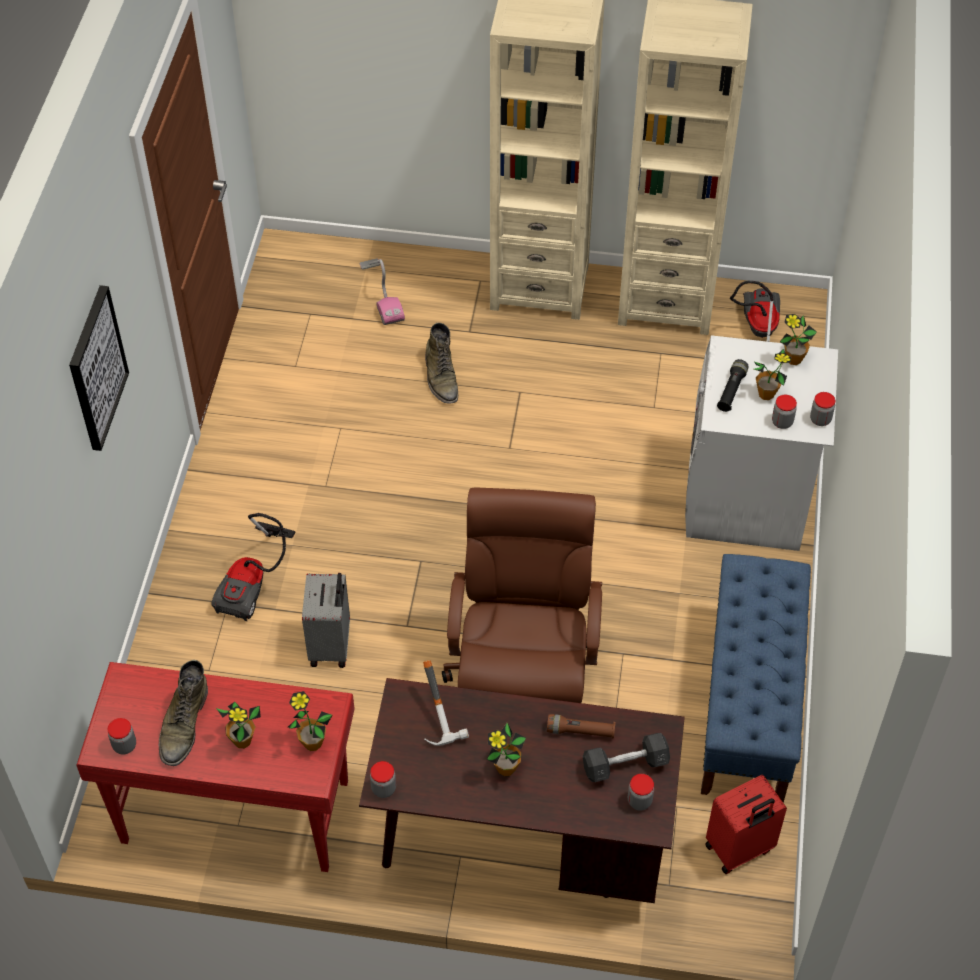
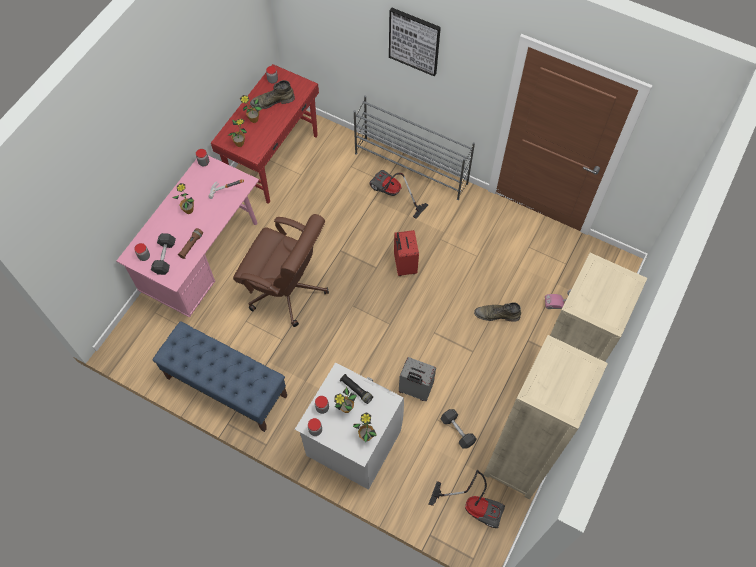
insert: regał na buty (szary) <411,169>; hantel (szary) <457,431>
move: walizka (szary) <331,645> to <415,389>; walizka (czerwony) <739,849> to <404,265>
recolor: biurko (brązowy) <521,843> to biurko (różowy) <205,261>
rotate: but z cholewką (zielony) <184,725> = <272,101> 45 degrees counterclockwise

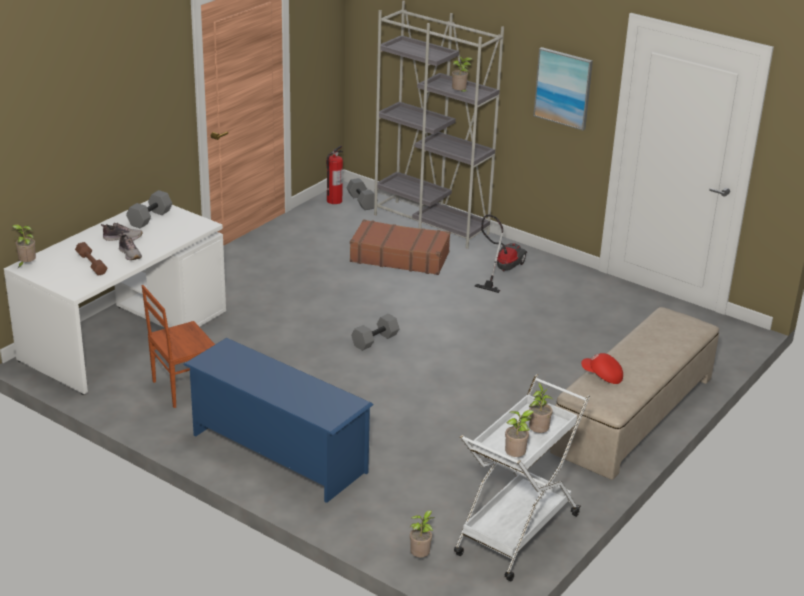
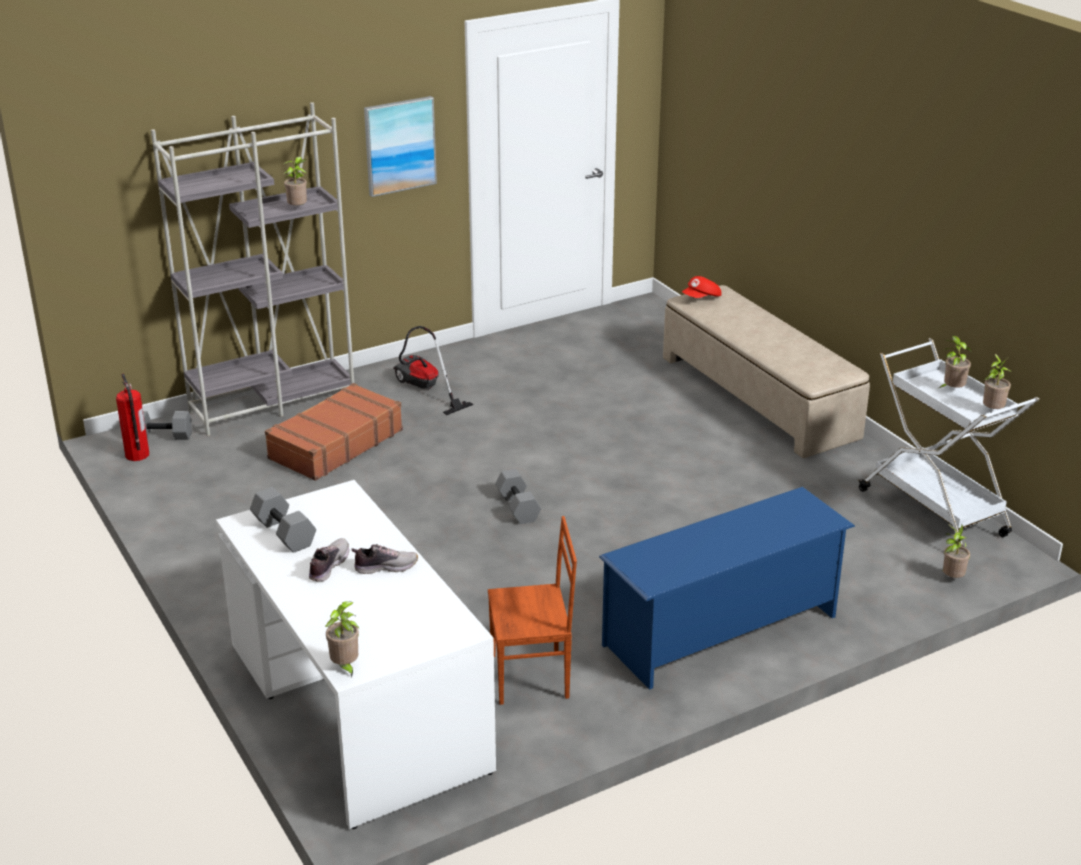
delete: hantel (brązowy) <91,263>
move: czapka z daszkiem (czerwony) <602,376> to <701,298>
rotate: krzesło (brązowy) <183,388> = <531,677> 90 degrees counterclockwise

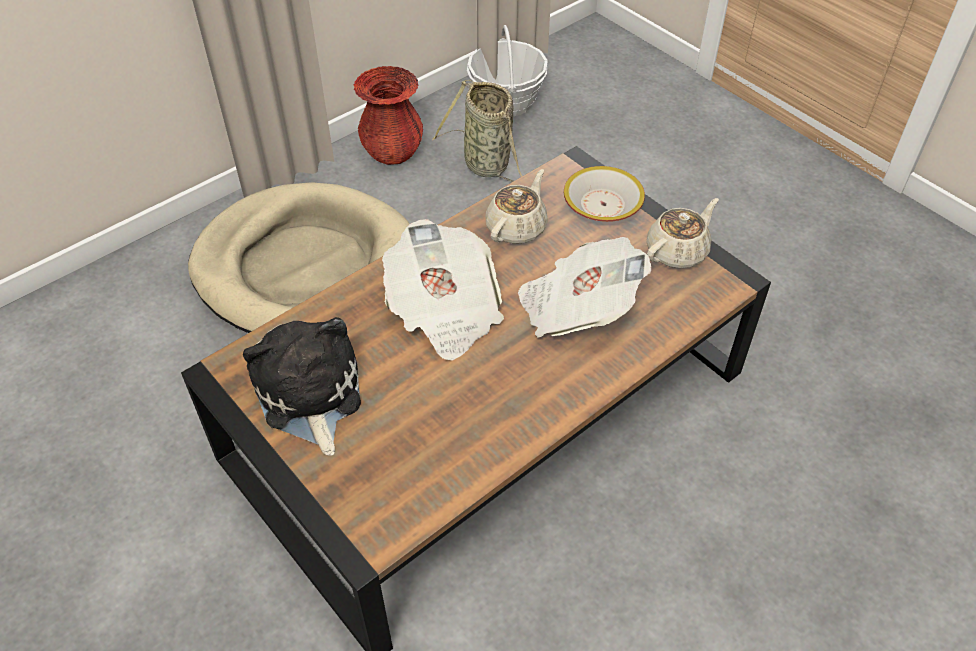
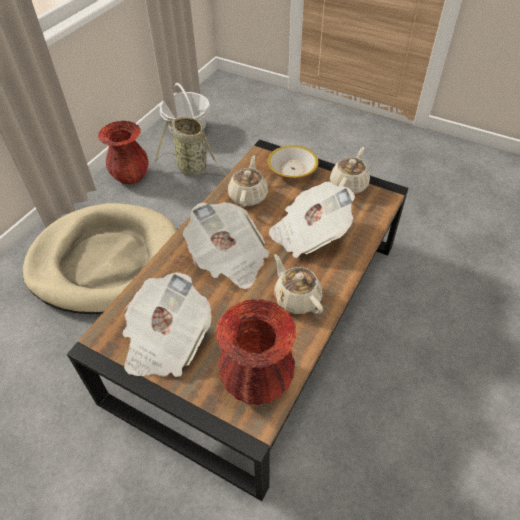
insert: wazon (czerwony) <257,381>; imbryk (beżowy) <296,298>
replace: pluszak <309,396> to gazeta <165,341>

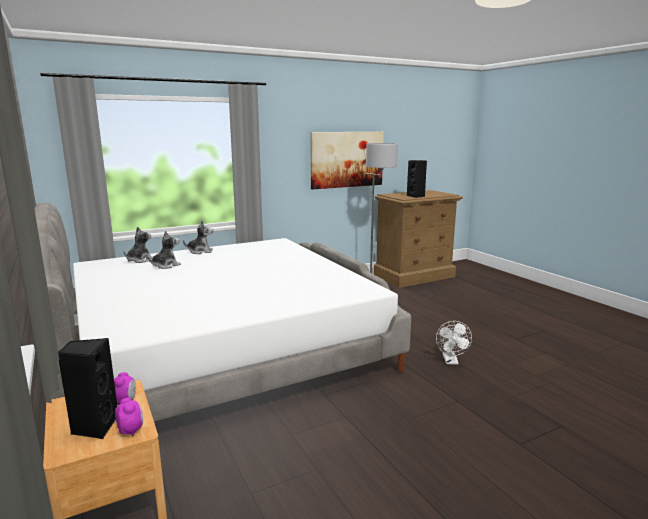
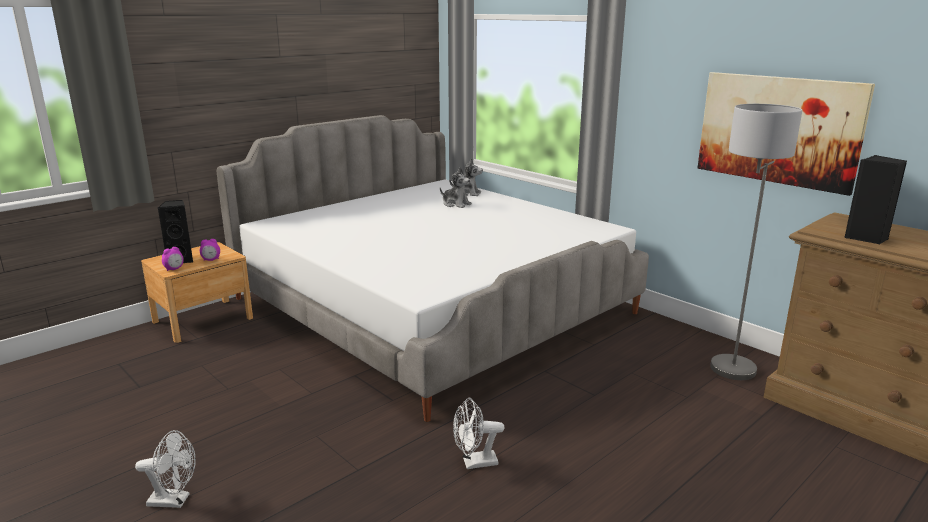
delete: pluszak <200,251>
insert: wentylator (biały) <175,500>

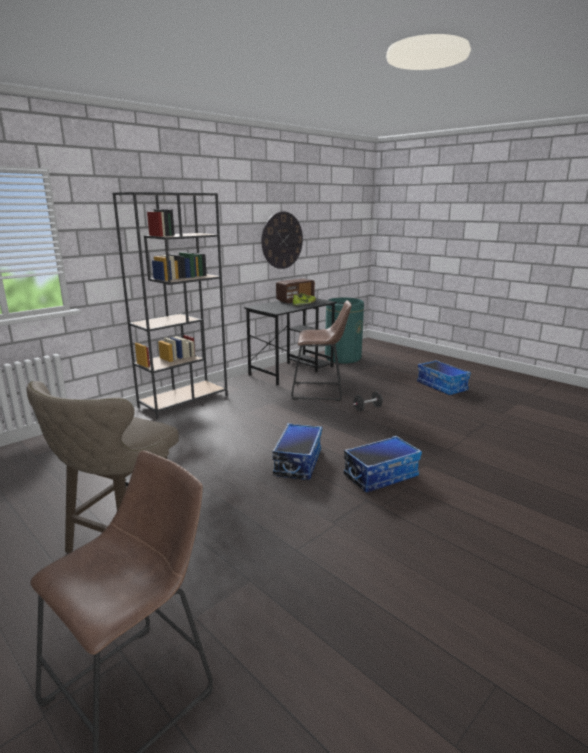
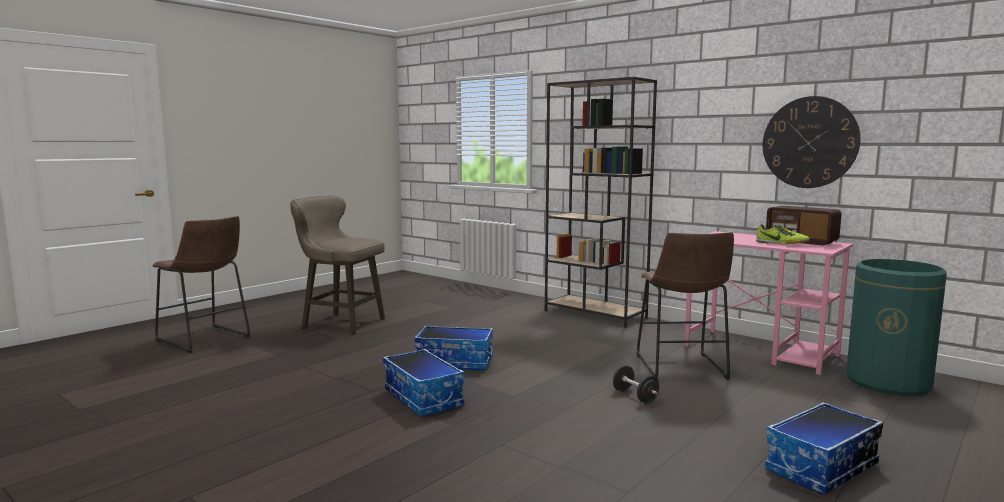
recolor: biurko (czarny) <292,370> to biurko (różowy) <761,351>

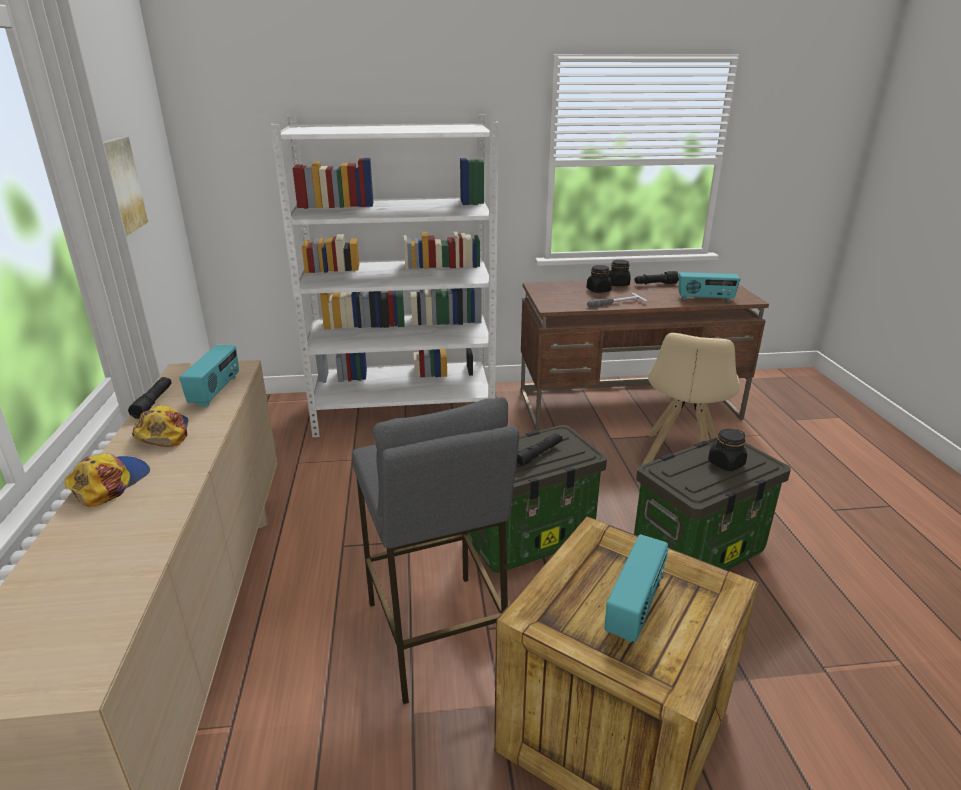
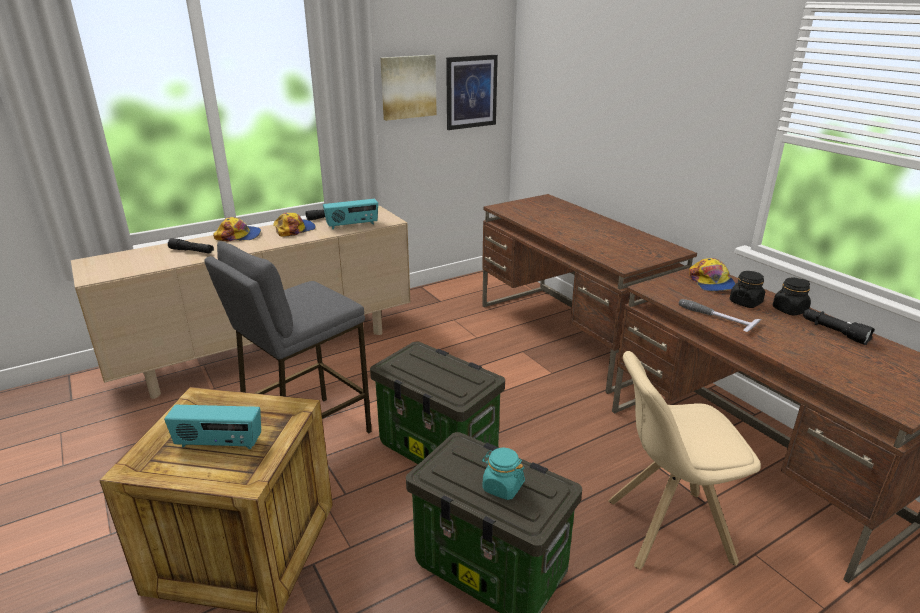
delete: radio <705,299>
insert: obraz <471,92>; czapka z daszkiem <711,282>
move: latarka (czarny) <538,454> to <192,251>
replace: regał (biały) <404,410> to biurko (brązowy) <570,334>
recolor: słoik (czarny) <726,463> to słoik (turkusowy) <502,487>

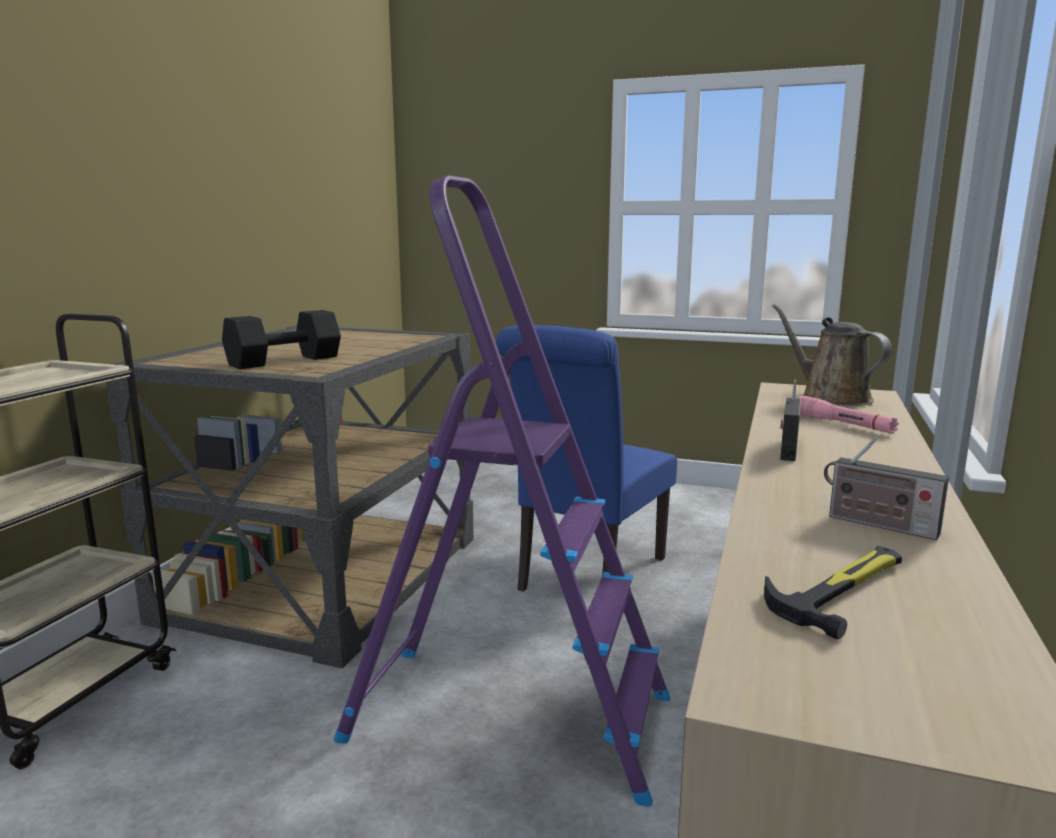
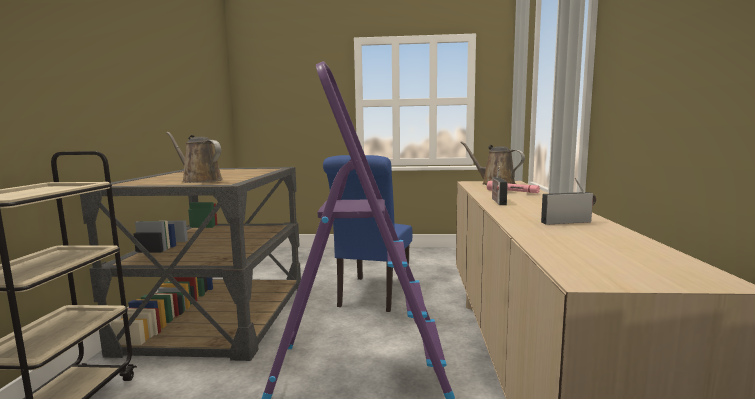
delete: młotek <841,589>
replace: hantel (czarny) <284,361> to konewka (brązowy) <199,180>
rotate: radio <876,524> = <568,222> 150 degrees clockwise

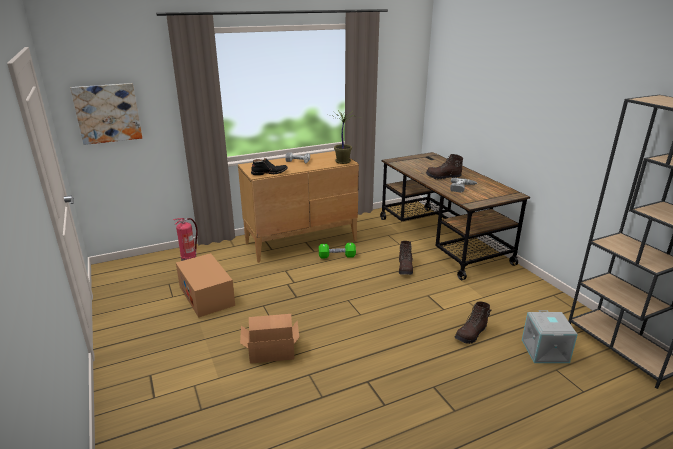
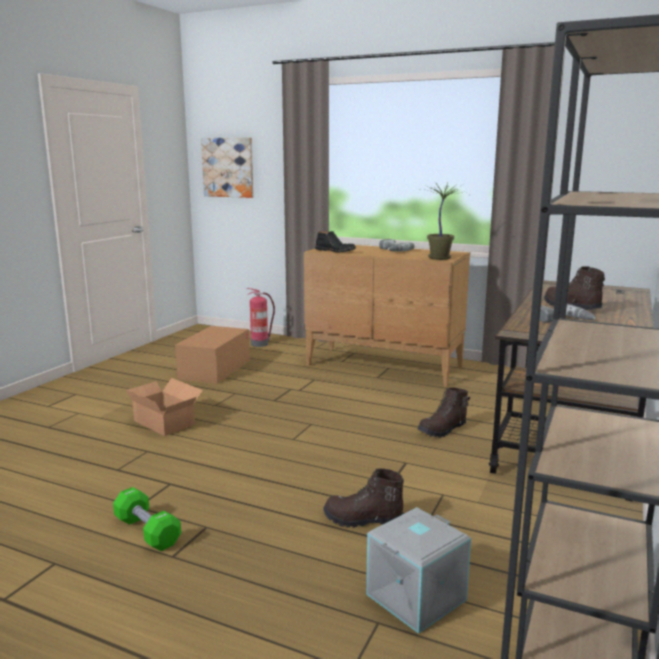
move: hantel (zielony) <337,256> to <147,531>

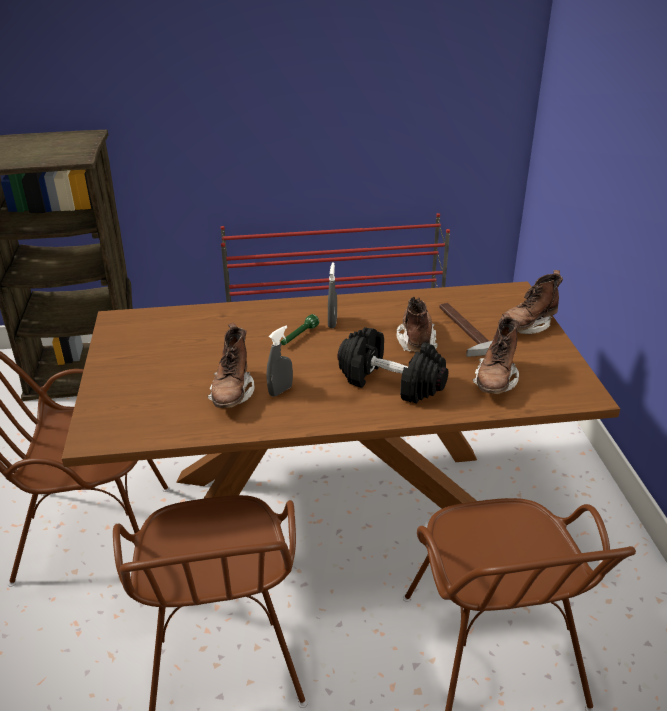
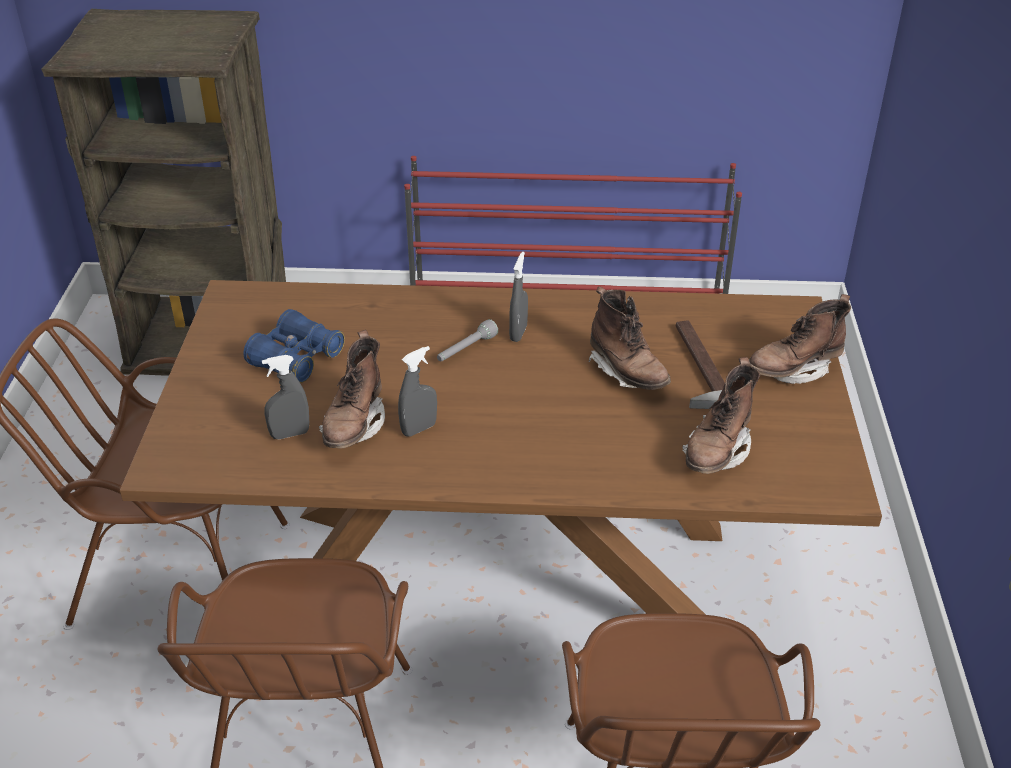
delete: hantel (czarny) <391,382>
insert: lornetka (niebieski) <296,359>; spryskiwacz (szary) <290,434>
recolor: latarka (zielony) <299,336> to latarka (szary) <466,349>
rotate: but z cholewką (brązowy) <416,339> = <627,372> 135 degrees clockwise

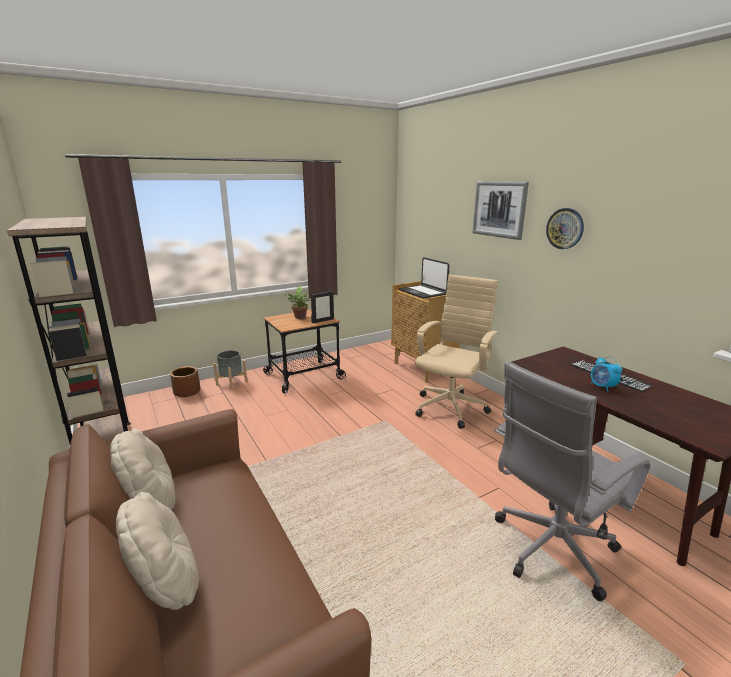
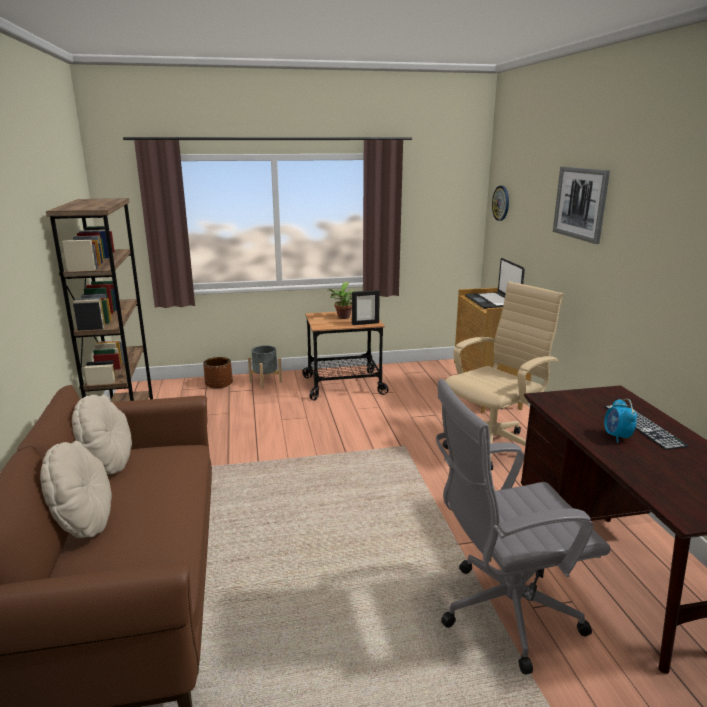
move: zegar ścienny <565,228> to <501,203>

